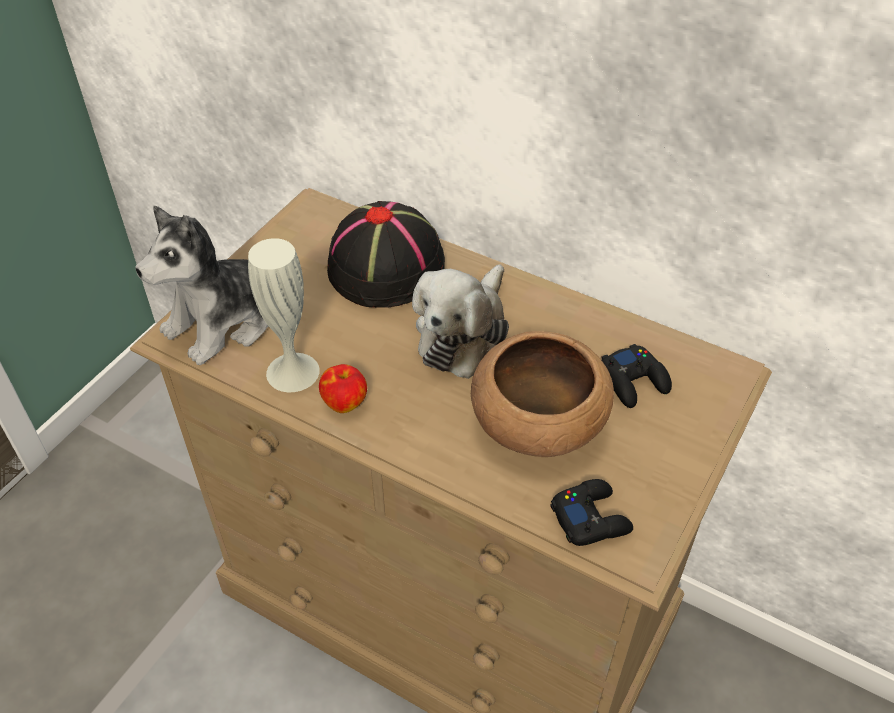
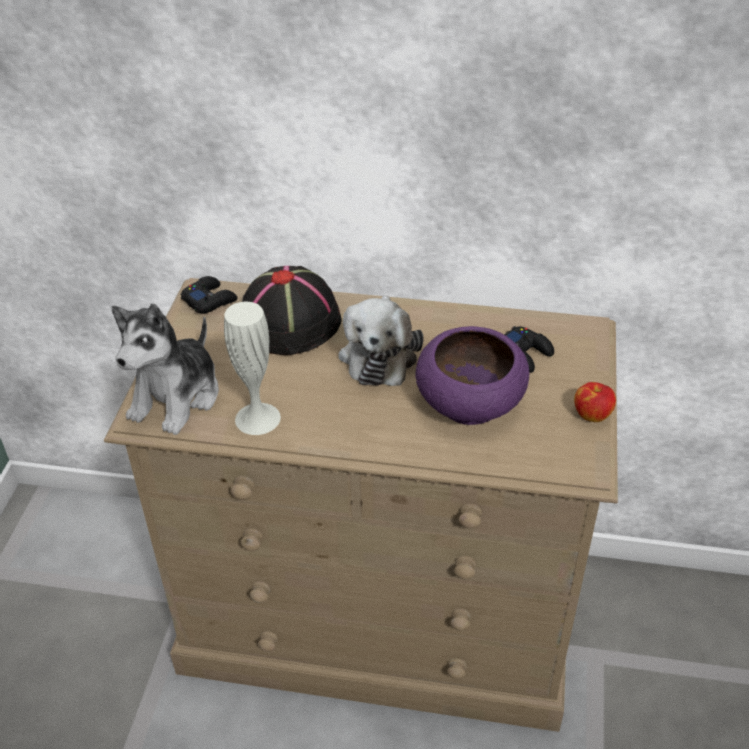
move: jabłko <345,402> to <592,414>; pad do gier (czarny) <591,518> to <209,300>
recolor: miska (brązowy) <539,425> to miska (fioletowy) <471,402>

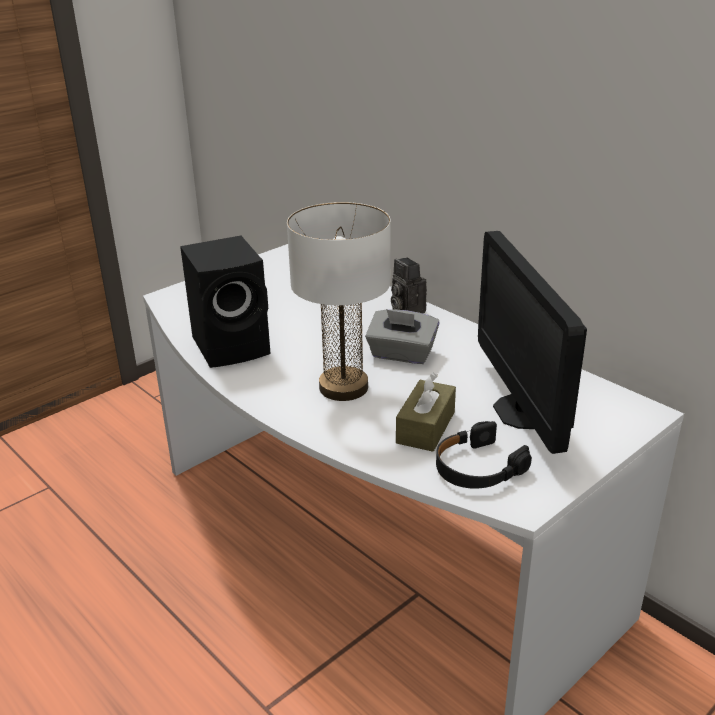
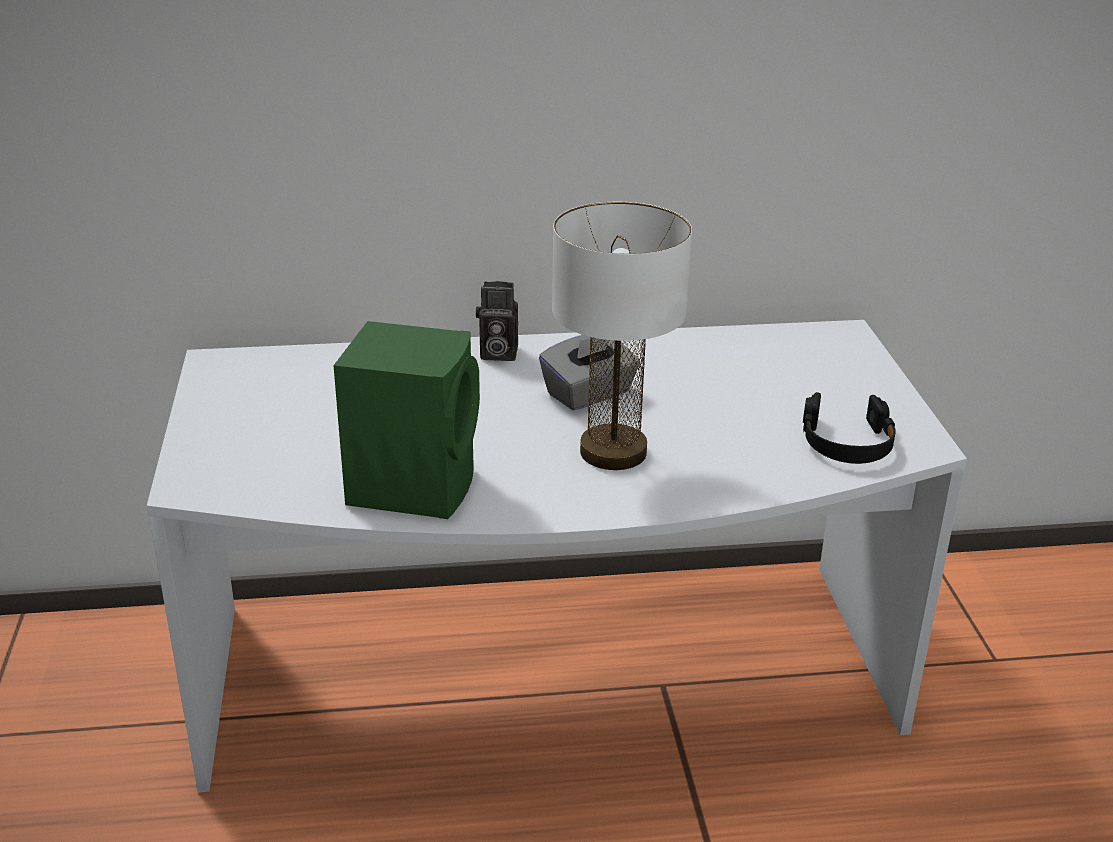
delete: pudełko chusteczek (brązowy) <425,427>; monitor <521,411>
recolor: głośnik (czarny) <234,346> to głośnik (zielony) <414,485>

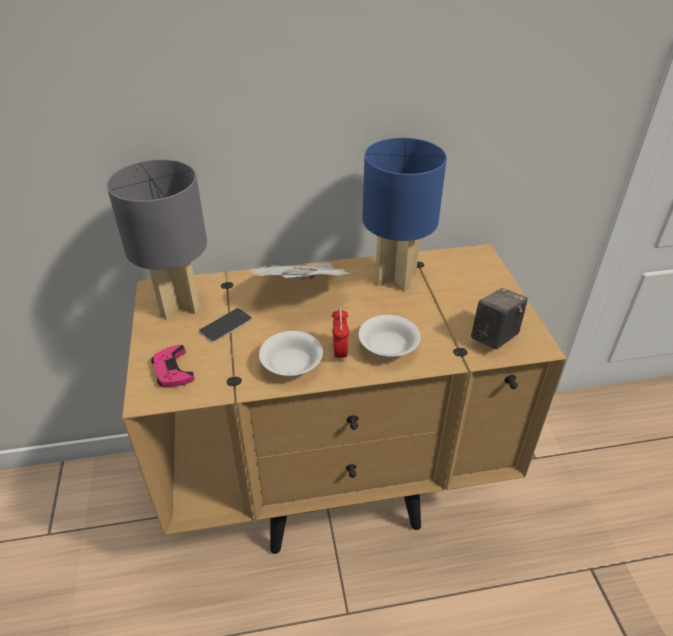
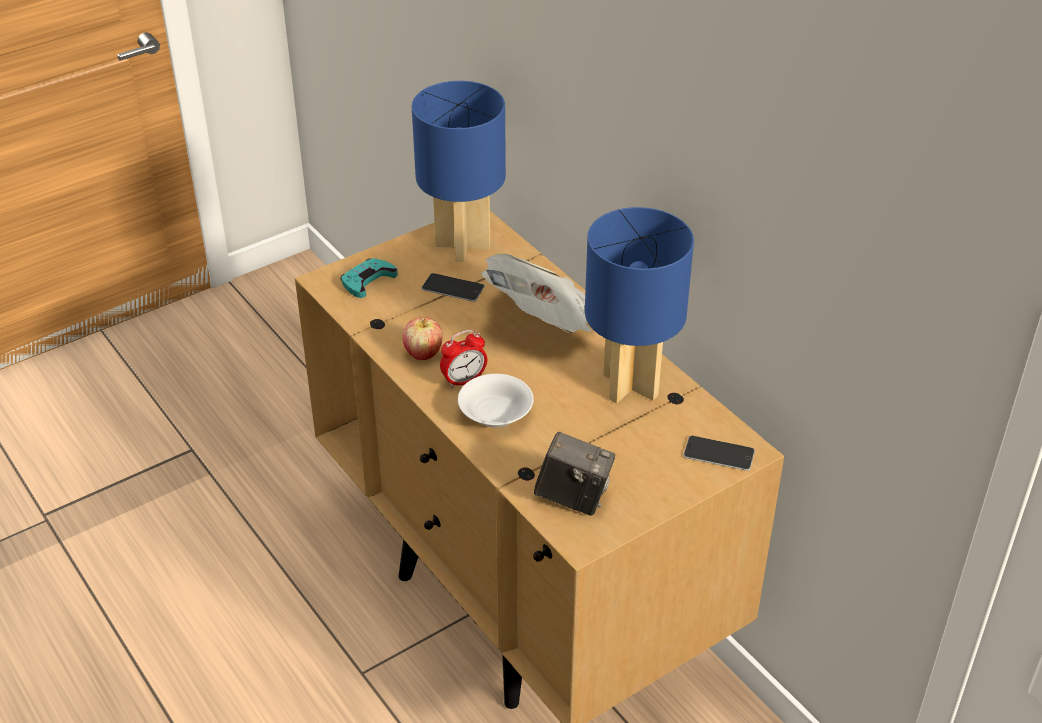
insert: telefon <719,453>
replace: miska (biały) <292,364> to jabłko <423,353>
recolor: lampa stołowa (szary) <180,305> to lampa stołowa (niebieski) <463,246>; pad do gier (różowy) <173,370> to pad do gier (turkusowy) <367,281>

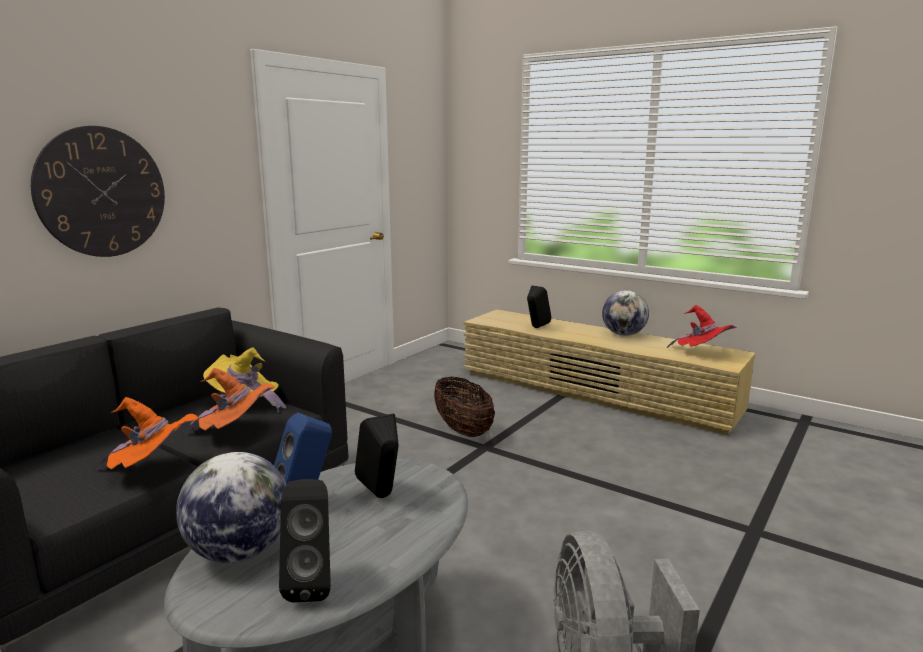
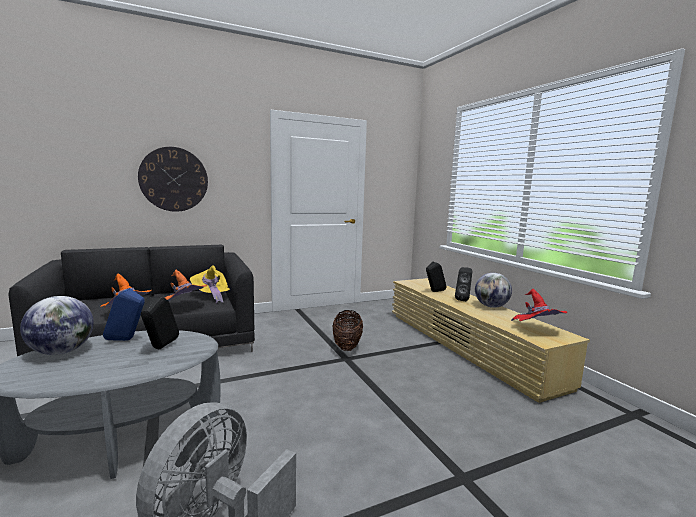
move: głośnik (czarny) <312,584> to <463,299>

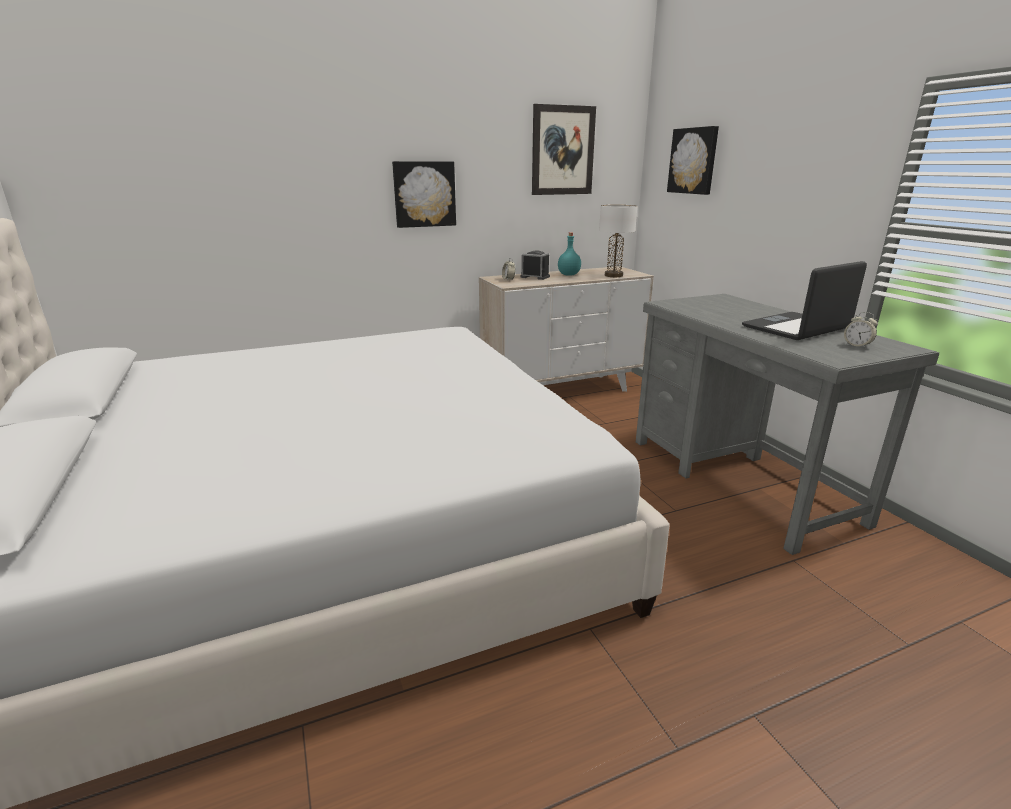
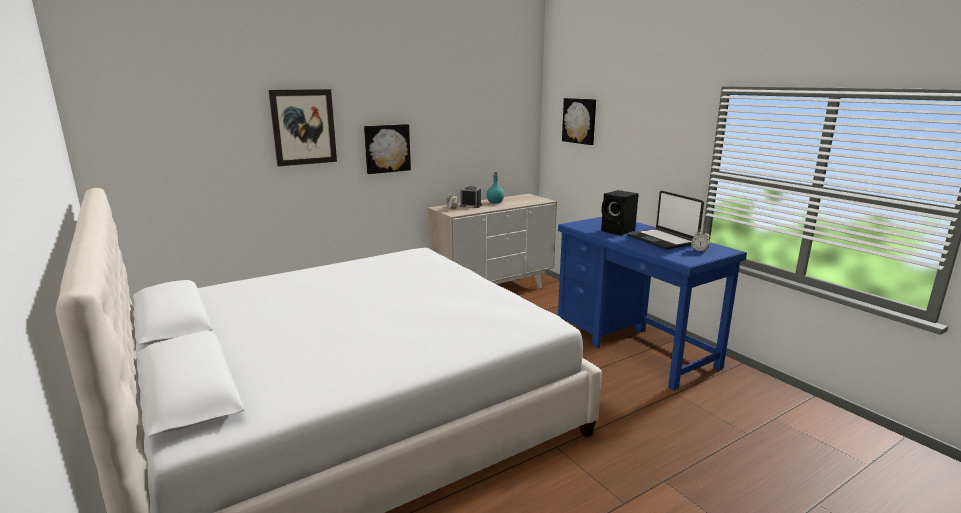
delete: lampa stołowa <614,275>
insert: głośnik (czarny) <618,231>
move: obraz <562,151> to <303,127>
recolor: biurko (szary) <741,479> to biurko (niebieski) <634,345>
rotate: laptop <797,328> = <662,240> 75 degrees counterclockwise

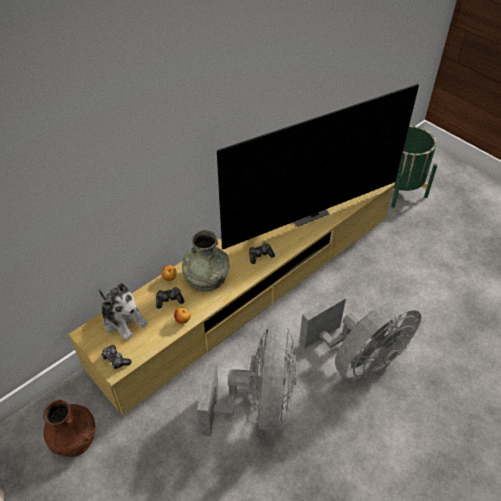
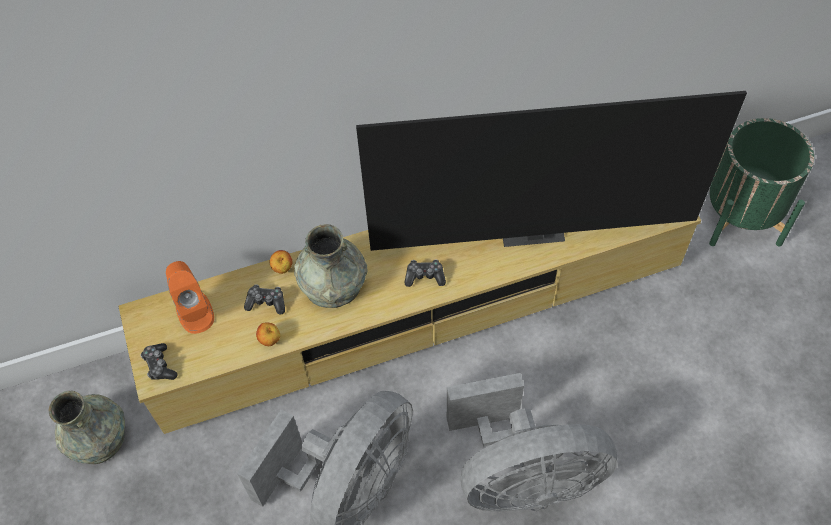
replace: pluszak <123,320> to głośnik (pomarańczowy) <194,311>
recolor: wazon (brązowy) <73,437> to wazon (szary) <98,437>

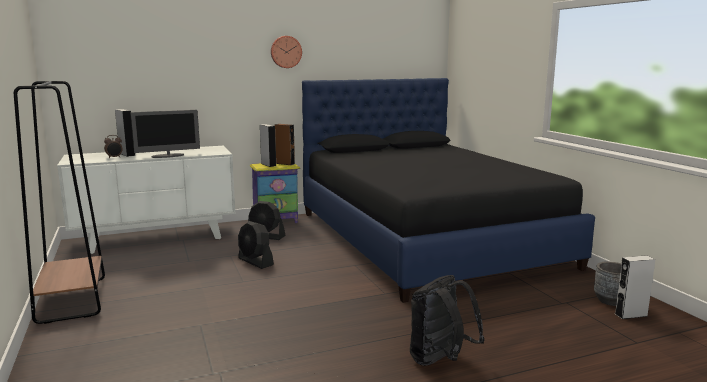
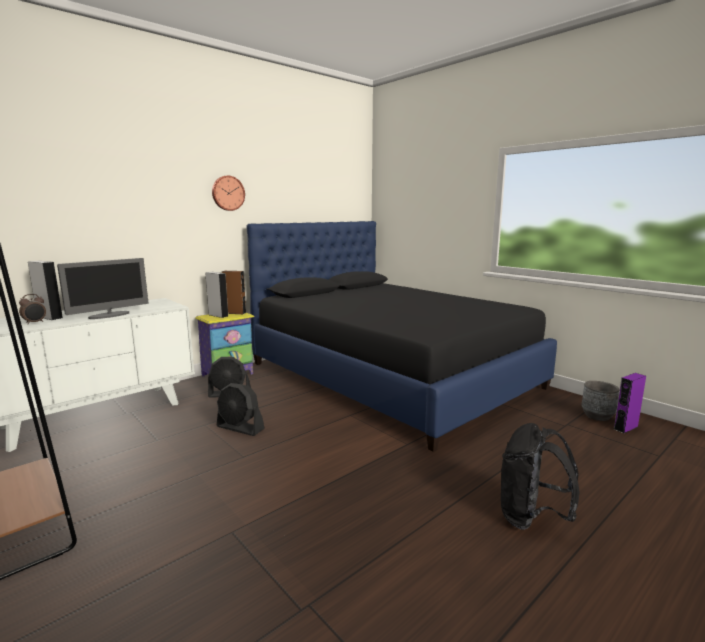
recolor: głośnik (szary) <631,315> to głośnik (fioletowy) <625,428>

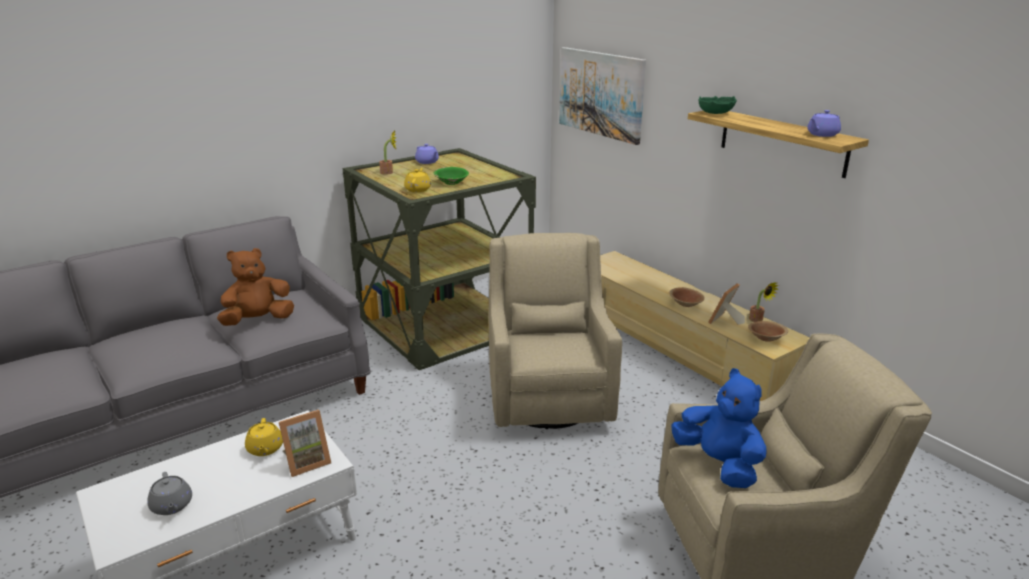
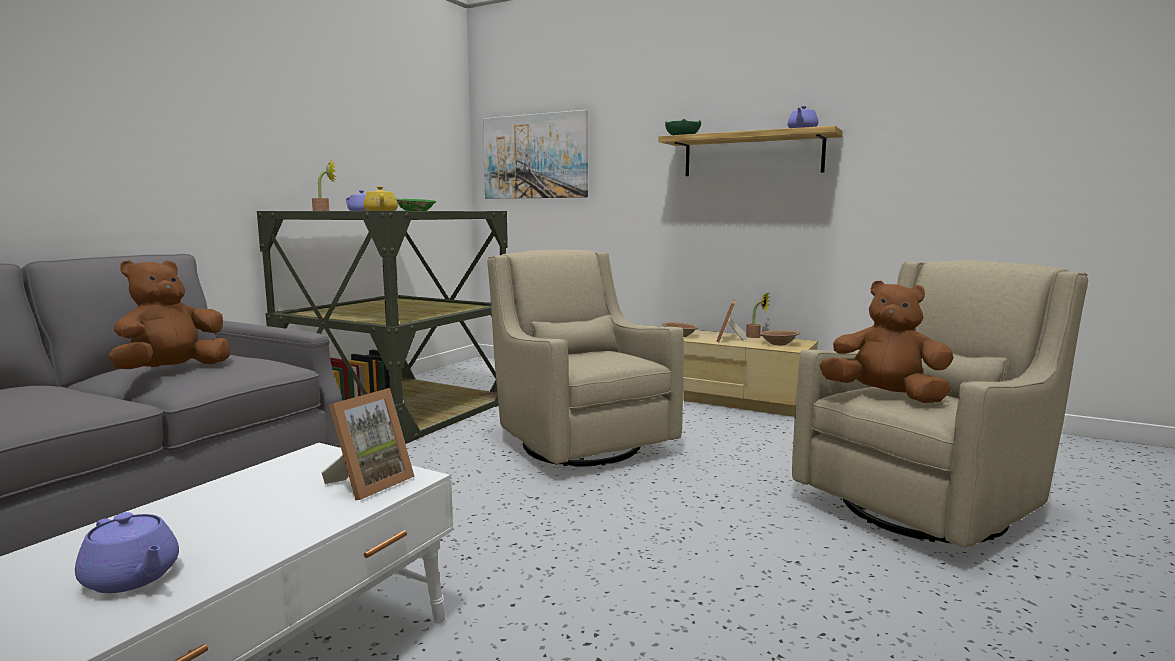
delete: imbryk (żółty) <265,449>
recolor: imbryk (szary) <172,506> to imbryk (fioletowy) <132,578>; pluszak (niebieski) <719,464> to pluszak (brązowy) <885,396>

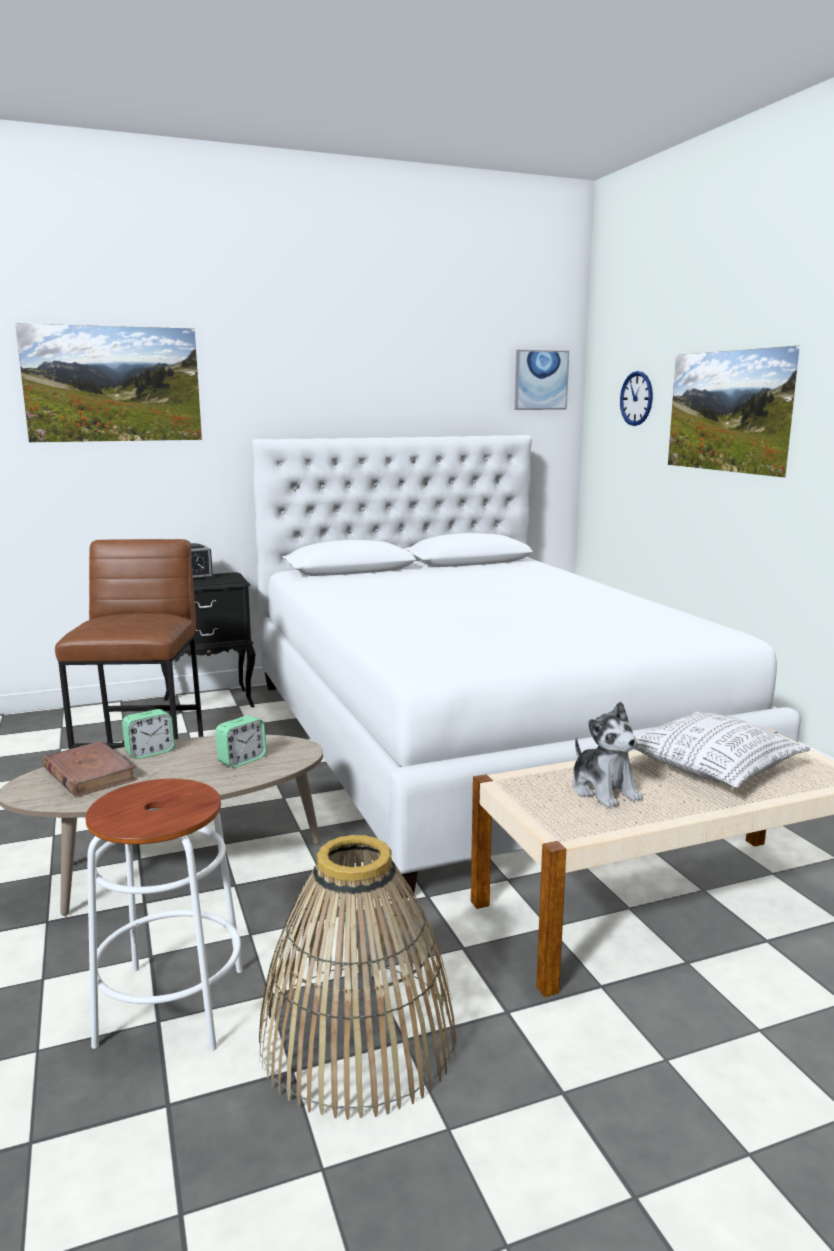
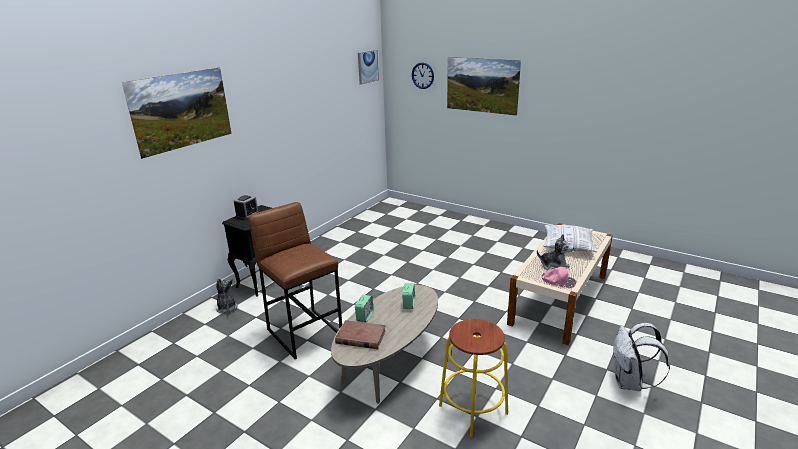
delete: łóżko (biały) <476,740>; koszyk <358,1039>
insert: pluszak <226,307>; czapka z daszkiem (różowy) <558,281>; plecak (biały) <629,383>
recolor: stołek (biały) <171,1006> to stołek (żółty) <473,409>

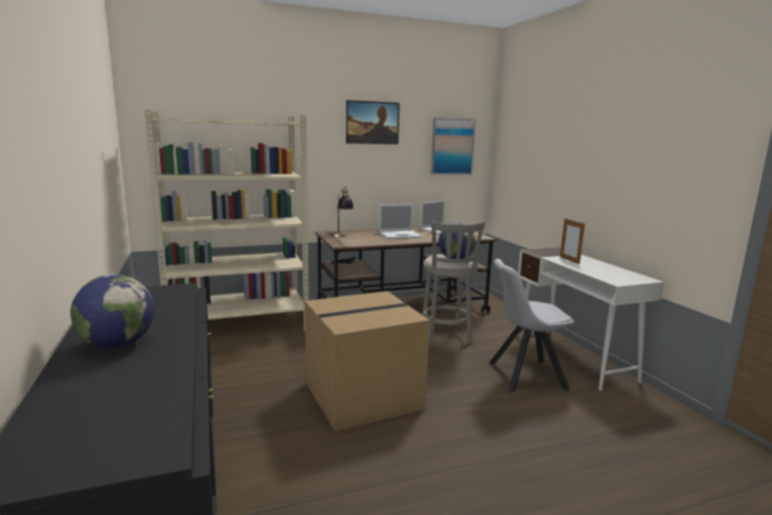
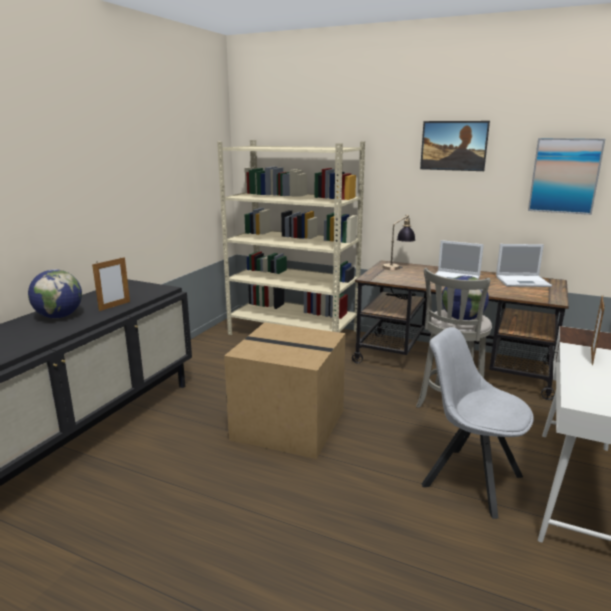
insert: ramka na zdjęcie <114,306>

